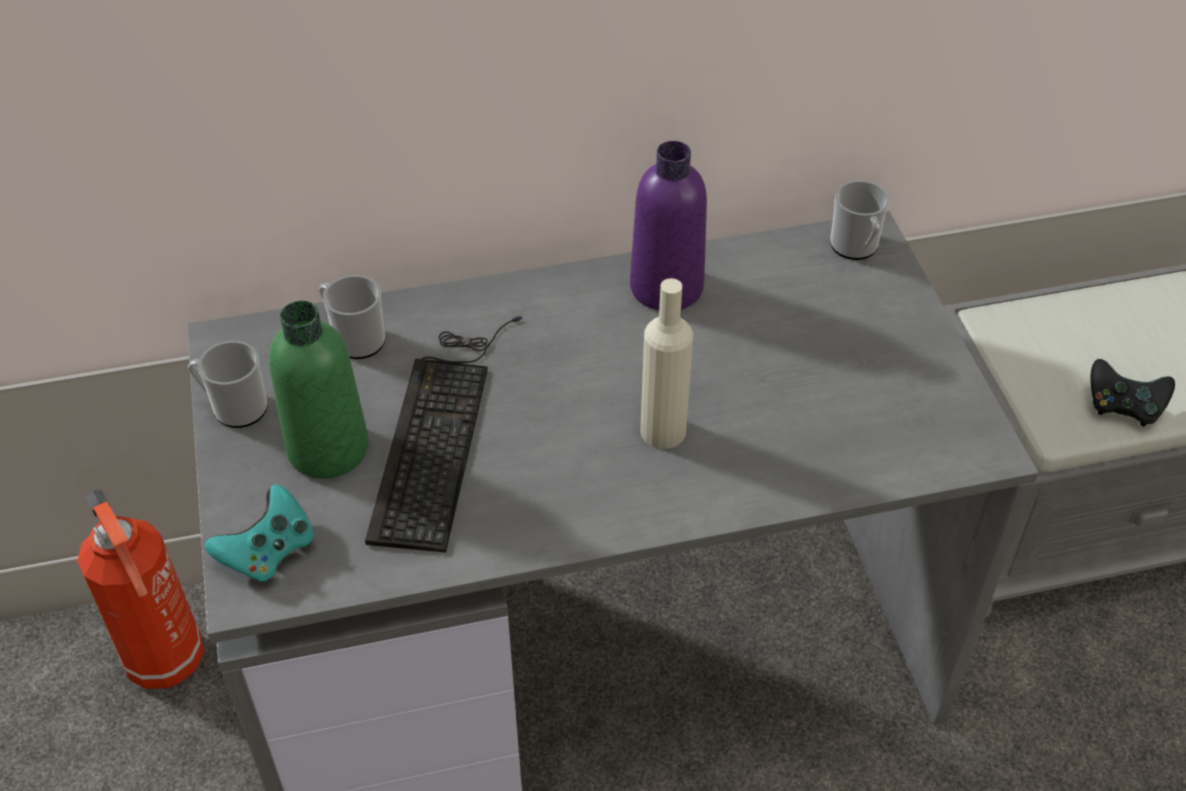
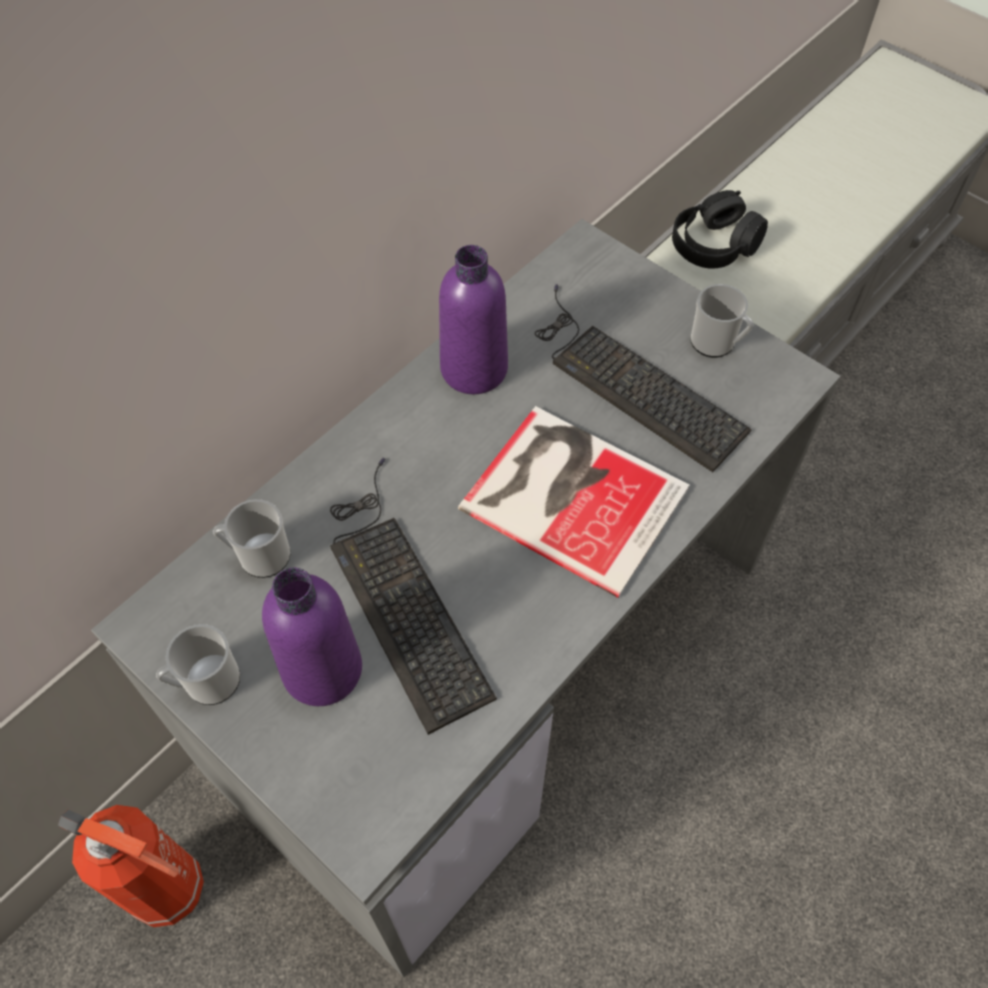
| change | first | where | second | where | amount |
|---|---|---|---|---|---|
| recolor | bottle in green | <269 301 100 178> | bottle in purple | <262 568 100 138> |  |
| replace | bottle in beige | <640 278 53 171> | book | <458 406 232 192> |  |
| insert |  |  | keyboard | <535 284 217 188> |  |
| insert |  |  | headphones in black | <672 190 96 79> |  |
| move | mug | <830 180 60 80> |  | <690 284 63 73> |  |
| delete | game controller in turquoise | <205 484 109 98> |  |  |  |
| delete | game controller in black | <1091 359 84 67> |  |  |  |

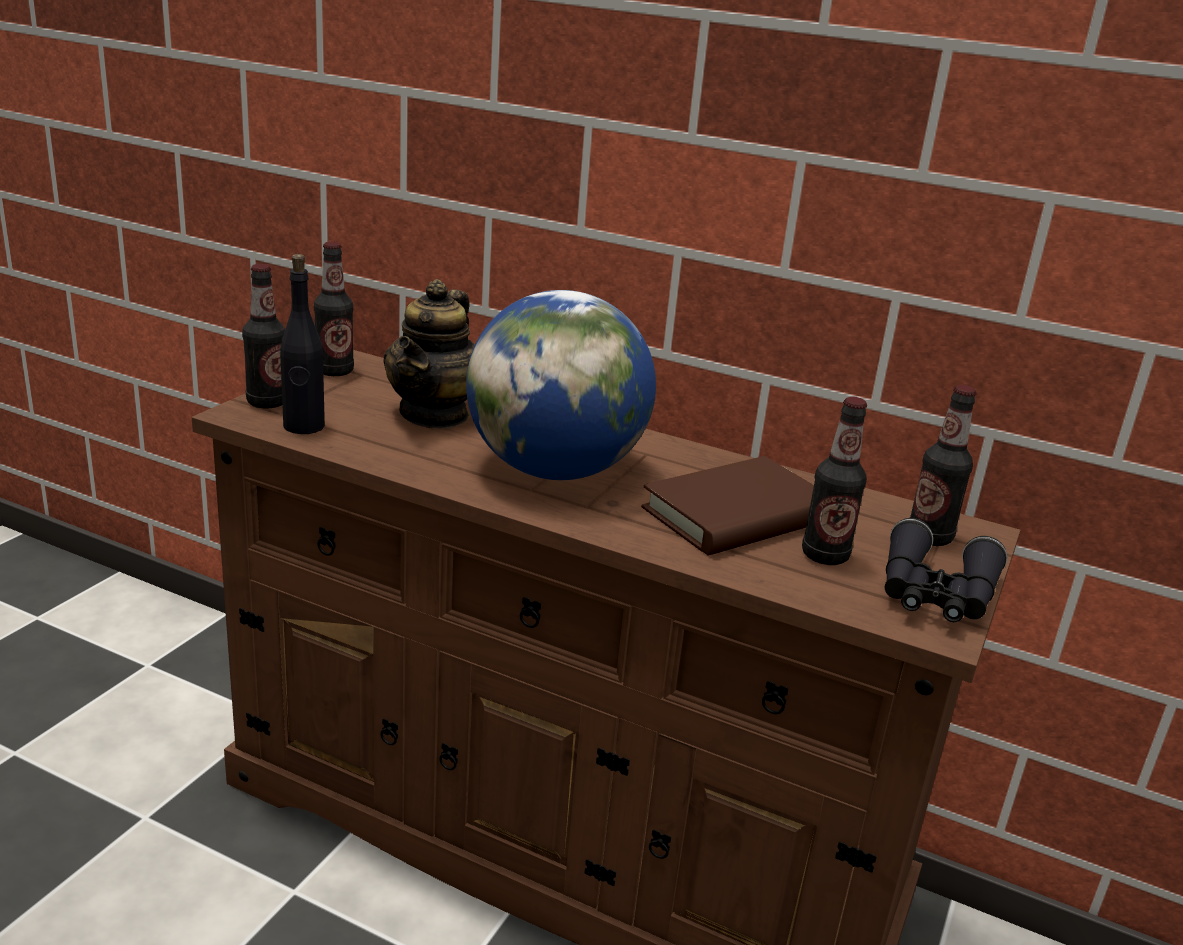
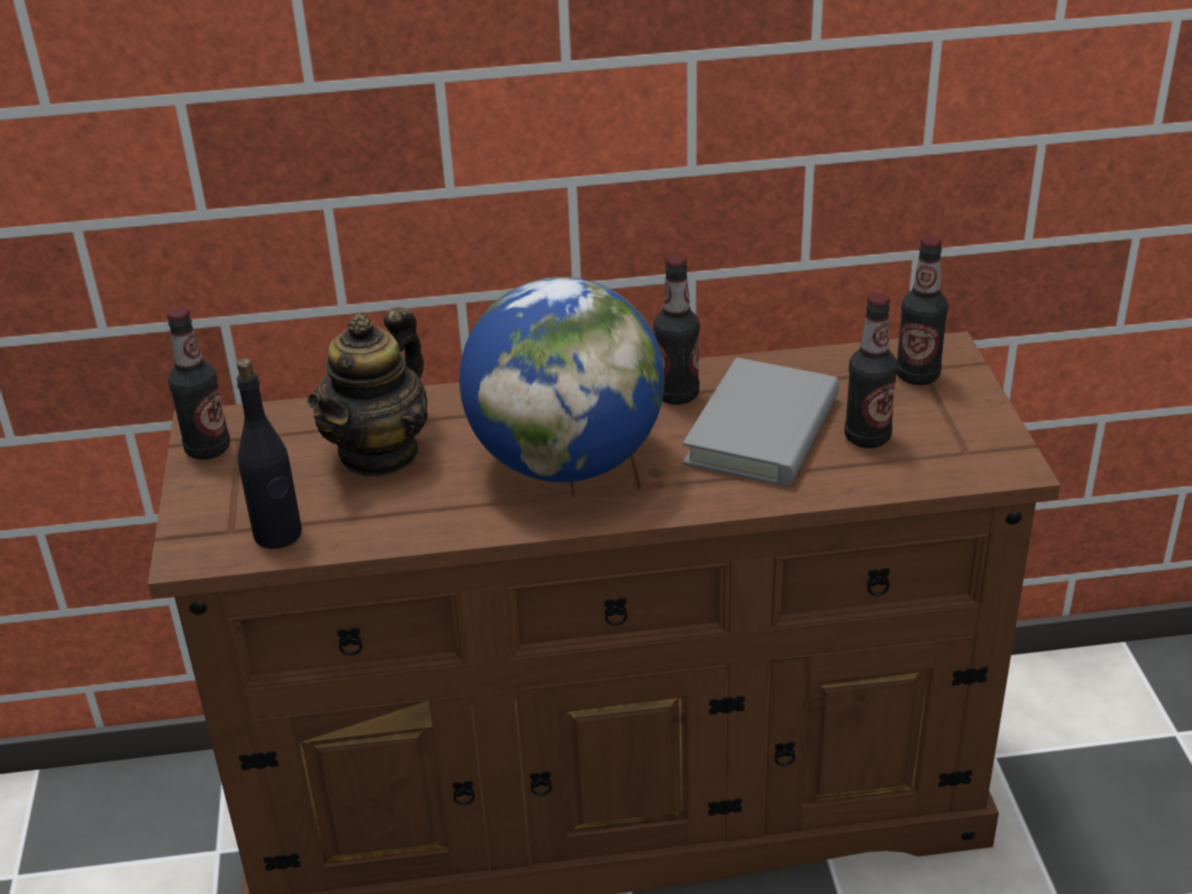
| change | first | where | second | where | amount |
|---|---|---|---|---|---|
| rotate | teapot | <383 279 92 150> |  | <307 307 121 170> | 45 degrees clockwise |
| move | bottle | <242 264 43 144> |  | <653 254 47 151> |  |
| recolor | book in brown | <641 456 173 99> | book in grey | <683 358 156 129> |  |
| delete | binoculars in black | <885 518 122 104> |  |  |  |

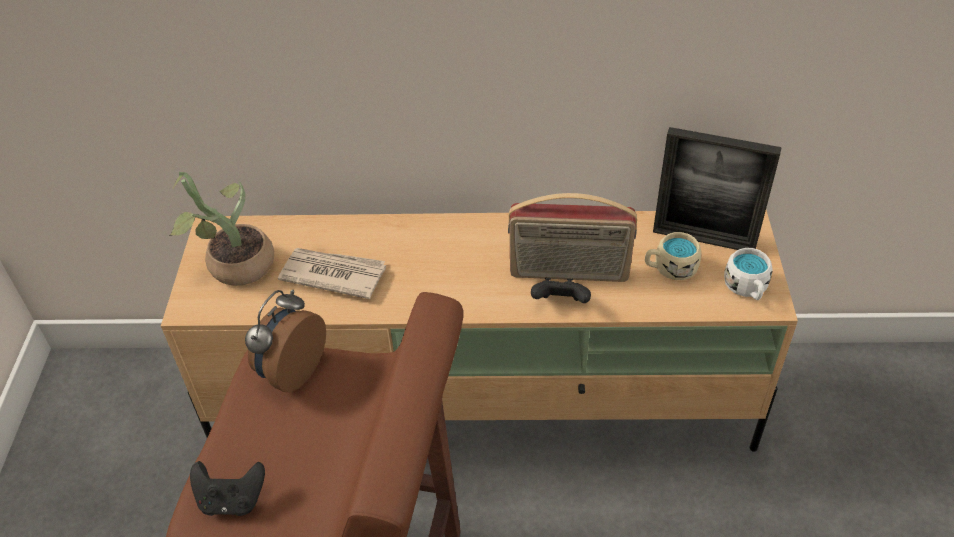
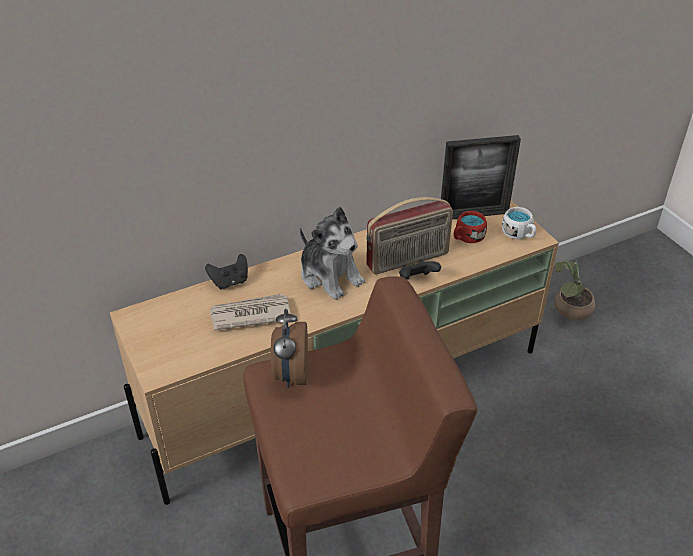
| change | first | where | second | where | amount |
|---|---|---|---|---|---|
| move | game controller in black | <190 461 75 55> |  | <205 254 43 35> |  |
| insert |  |  | plush toy | <300 206 65 94> |  |
| recolor | mug in beige | <645 232 56 48> | mug in red | <454 211 33 32> |  |
| move | potted plant | <169 172 105 114> |  | <554 260 41 60> |  |

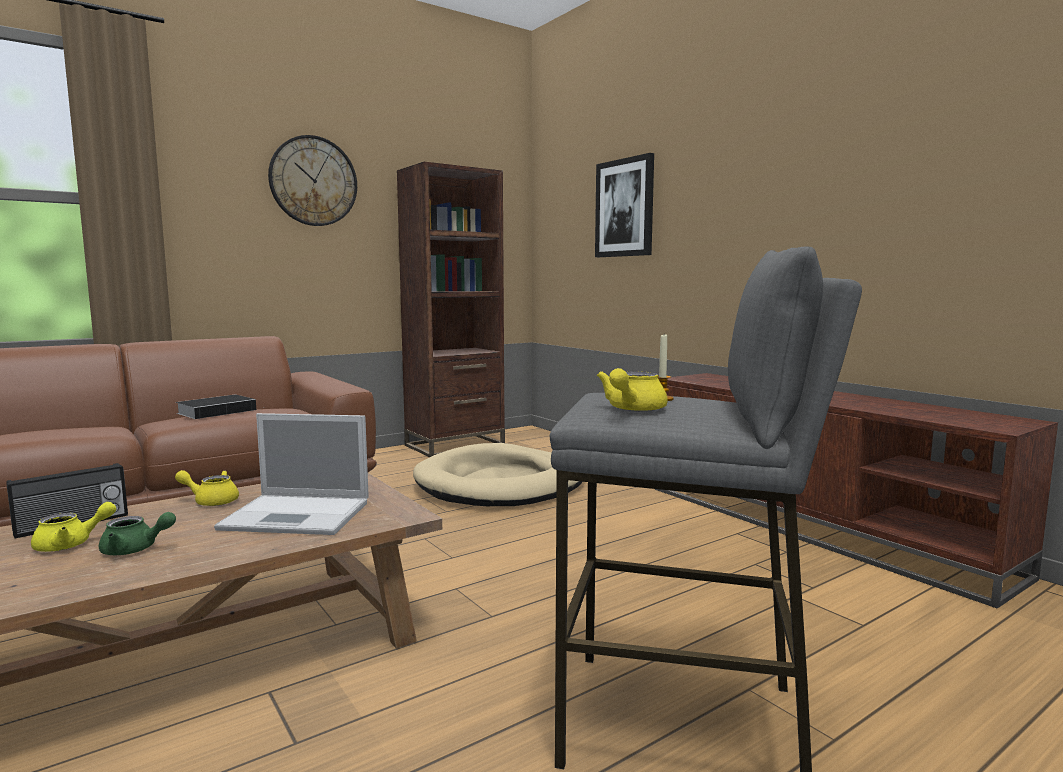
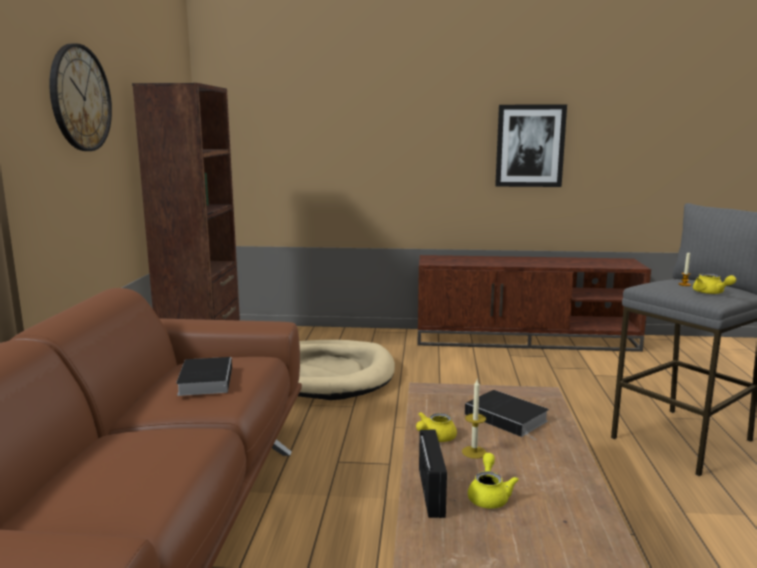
| change | first | where | second | where | amount |
|---|---|---|---|---|---|
| insert |  |  | candle | <462 380 24 79> |  |
| replace | laptop | <214 413 155 122> | book | <465 390 84 50> |  |
| move | picture | <595 153 59 104> |  | <495 104 72 83> |  |
| delete | teapot in green | <99 512 77 43> |  |  |  |

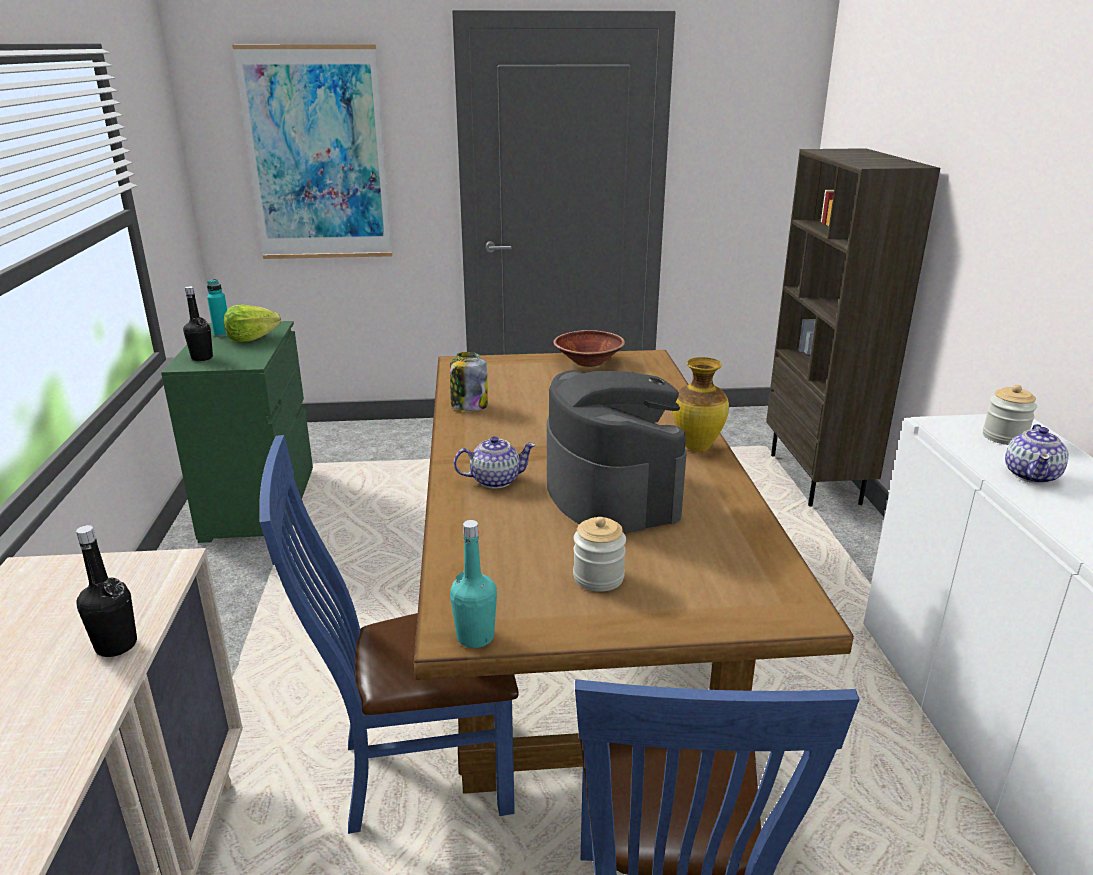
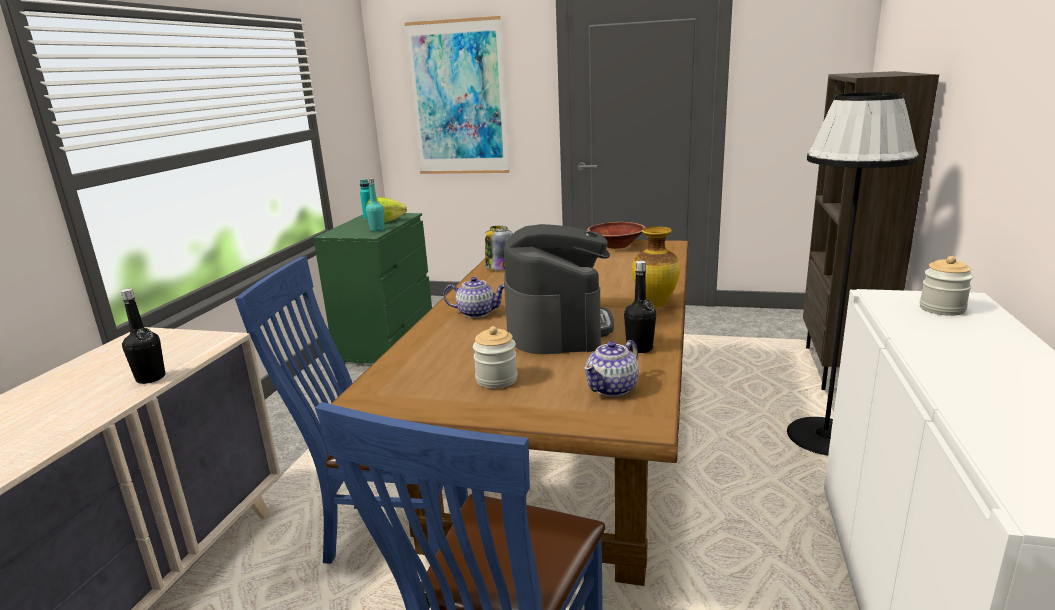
| change | first | where | second | where | amount |
|---|---|---|---|---|---|
| move | bottle in turquoise | <450 520 47 128> |  | <366 178 19 53> |  |
| move | teapot | <1005 424 64 60> |  | <584 340 55 57> |  |
| move | bottle in black | <183 286 30 75> |  | <624 261 32 92> |  |
| insert |  |  | floor lamp in black | <787 92 132 364> |  |

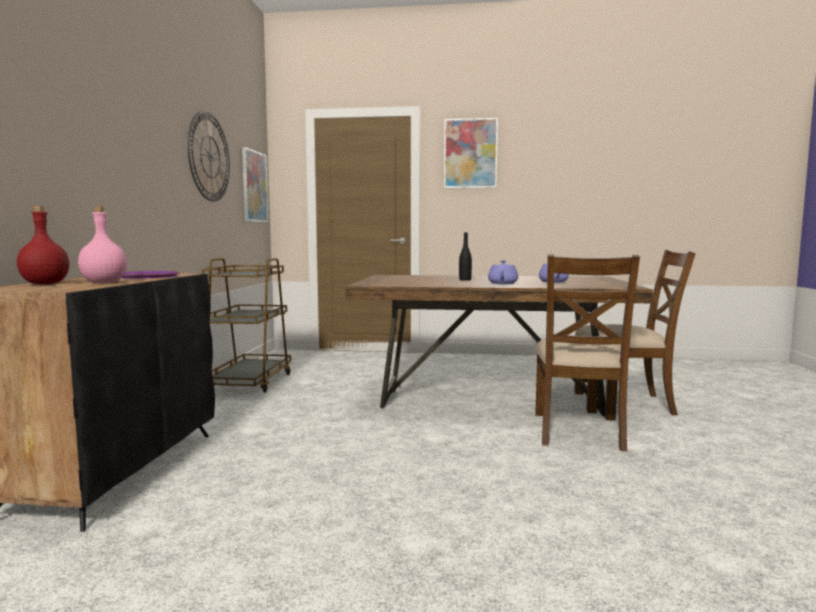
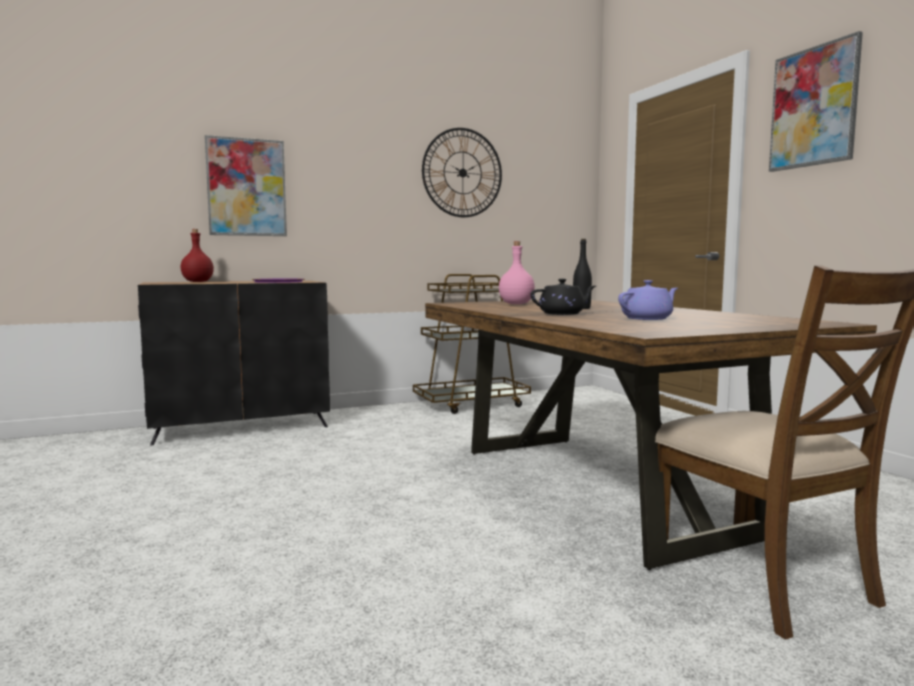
| change | first | where | second | where | amount |
|---|---|---|---|---|---|
| move | picture | <242 147 26 75> |  | <205 135 82 101> |  |
| move | bottle in pink | <78 206 49 77> |  | <499 241 36 63> |  |
| recolor | teapot in purple | <488 260 30 24> | teapot in black | <531 279 65 36> |  |
| delete | chair in brown | <535 254 105 197> |  |  |  |

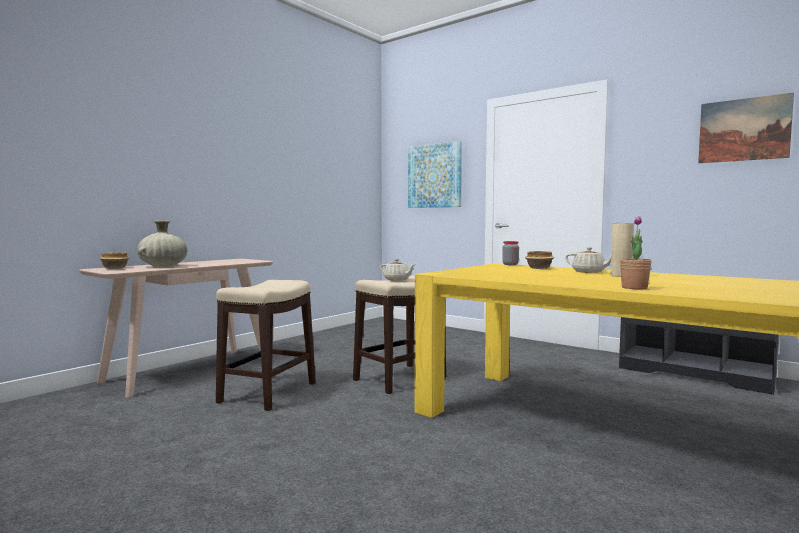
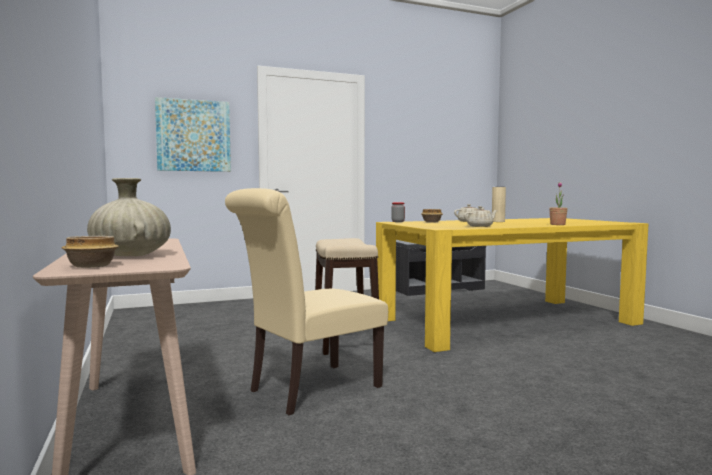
| change | first | where | second | where | amount |
|---|---|---|---|---|---|
| replace | stool | <216 280 100 131> | chair in beige | <225 188 163 227> |  |
| move | teapot in beige | <380 259 36 22> |  | <464 206 34 21> |  |
| delete | picture | <698 93 96 70> |  |  |  |

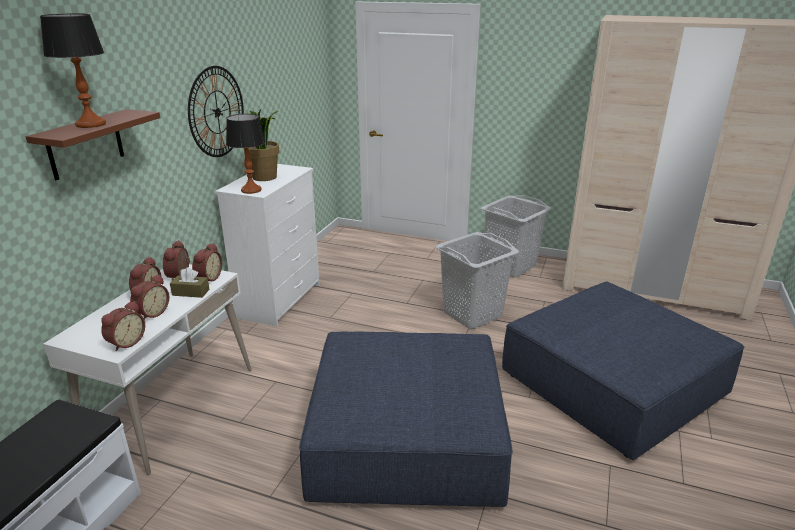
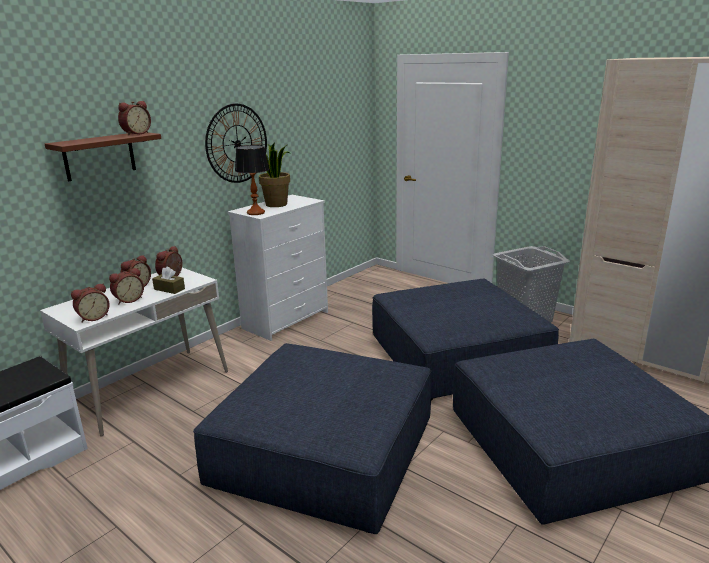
| change | first | where | second | where | amount |
|---|---|---|---|---|---|
| move | alarm clock | <192 243 30 38> |  | <118 101 33 35> |  |
| replace | laundry basket in grey | <435 232 84 97> | ottoman in blue | <372 279 187 122> |  |
| delete | table lamp | <40 13 66 115> |  |  |  |

